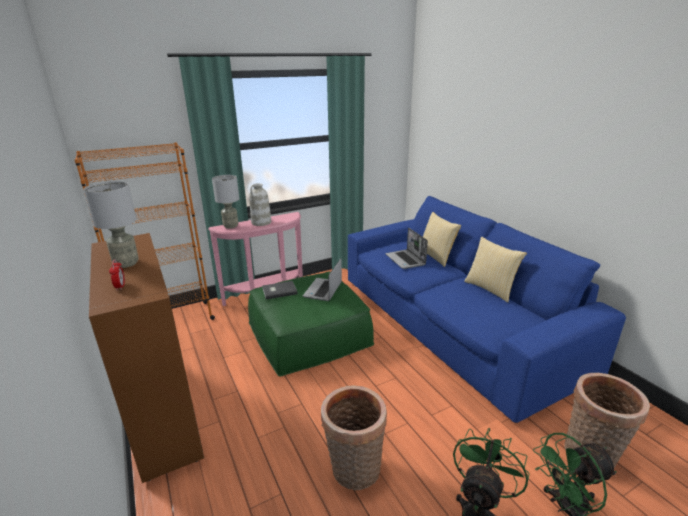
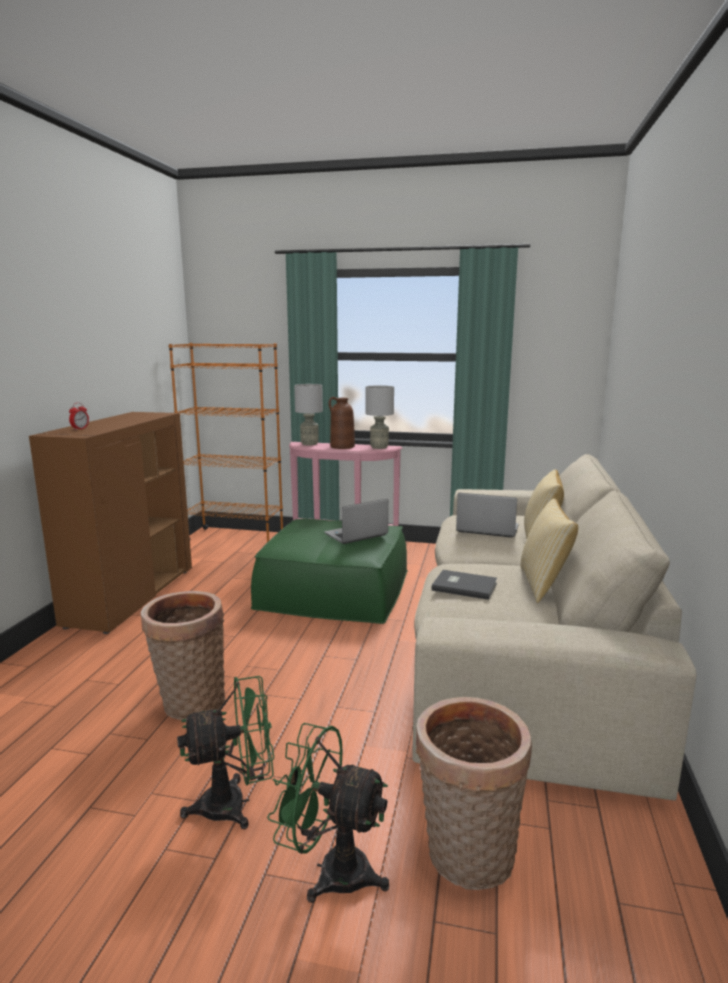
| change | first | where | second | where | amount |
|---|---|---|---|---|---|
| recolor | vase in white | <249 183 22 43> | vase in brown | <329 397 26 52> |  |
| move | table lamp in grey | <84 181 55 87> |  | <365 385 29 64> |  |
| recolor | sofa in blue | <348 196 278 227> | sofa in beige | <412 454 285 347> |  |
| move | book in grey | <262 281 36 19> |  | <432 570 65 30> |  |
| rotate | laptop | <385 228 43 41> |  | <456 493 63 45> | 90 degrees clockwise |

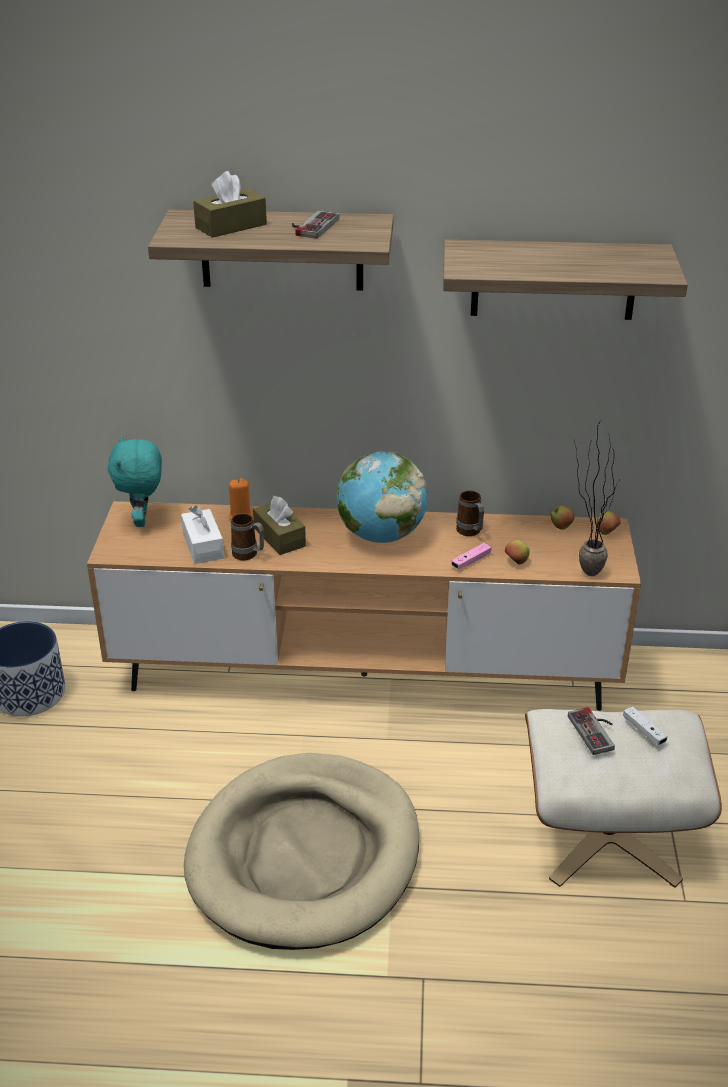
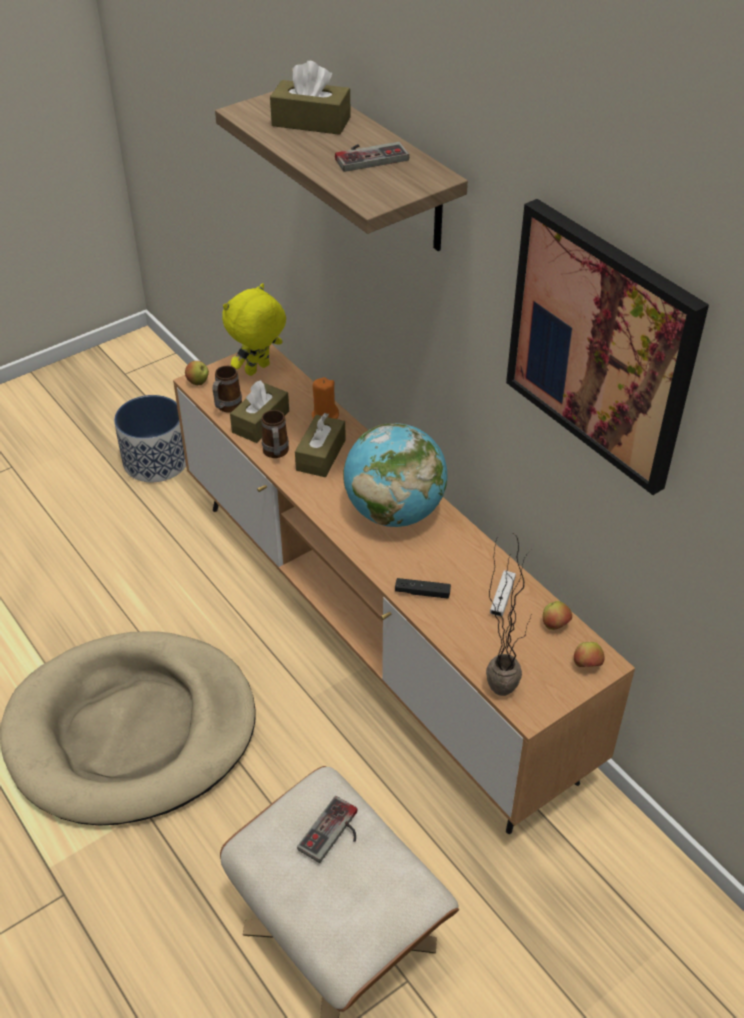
| change | first | where | second | where | amount |
|---|---|---|---|---|---|
| move | apple | <505 540 25 25> |  | <185 361 24 24> |  |
| move | mug | <456 490 28 46> |  | <212 366 30 47> |  |
| recolor | plush toy in turquoise | <108 436 54 91> | plush toy in yellow | <222 283 64 93> |  |
| recolor | tissue box in white | <181 505 43 59> | tissue box in brown | <230 380 59 63> |  |
| recolor | game controller in pink | <451 543 40 26> | game controller in black | <395 578 56 21> |  |
| move | game controller in white | <623 706 45 39> |  | <490 571 26 45> |  |
| replace | shelf | <443 240 245 80> | picture | <506 199 203 296> |  |

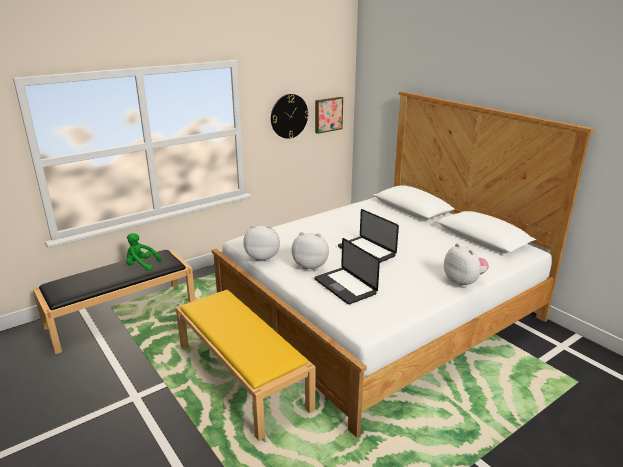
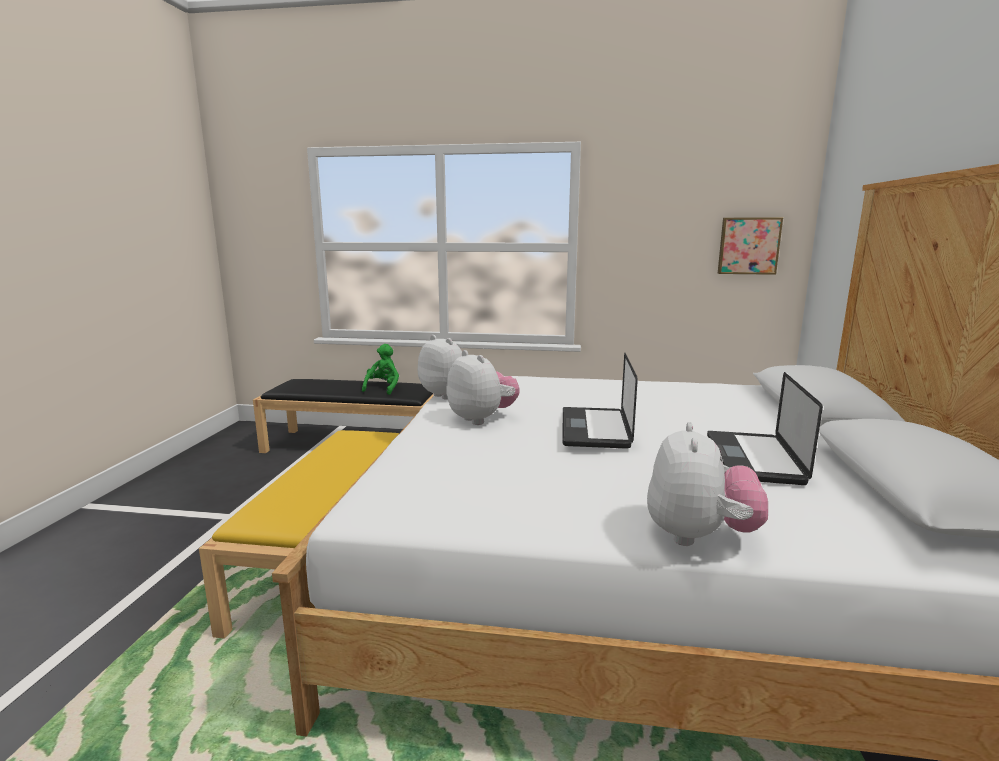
| change | first | where | second | where | amount |
|---|---|---|---|---|---|
| rotate | plush toy in green | <126 233 36 38> |  | <362 344 37 51> | 45 degrees clockwise |
| move | laptop | <315 238 65 67> |  | <707 372 116 113> |  |
| delete | wall clock | <271 94 38 45> |  |  |  |

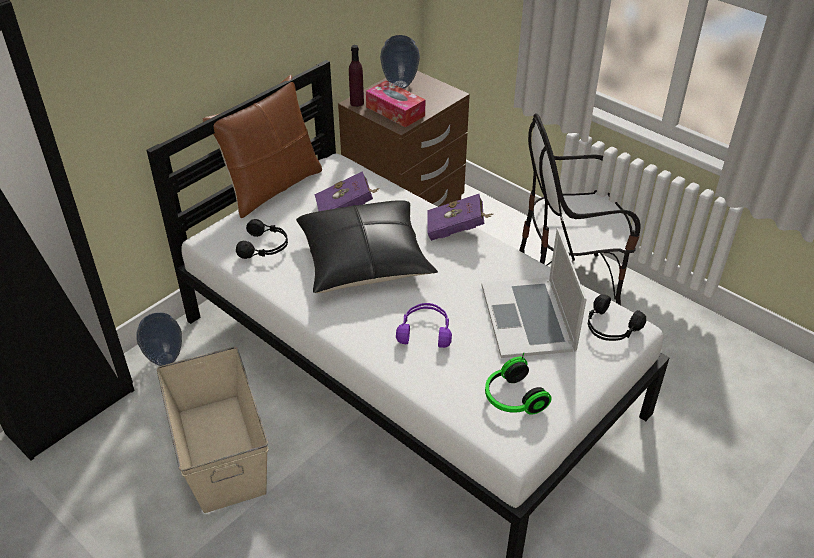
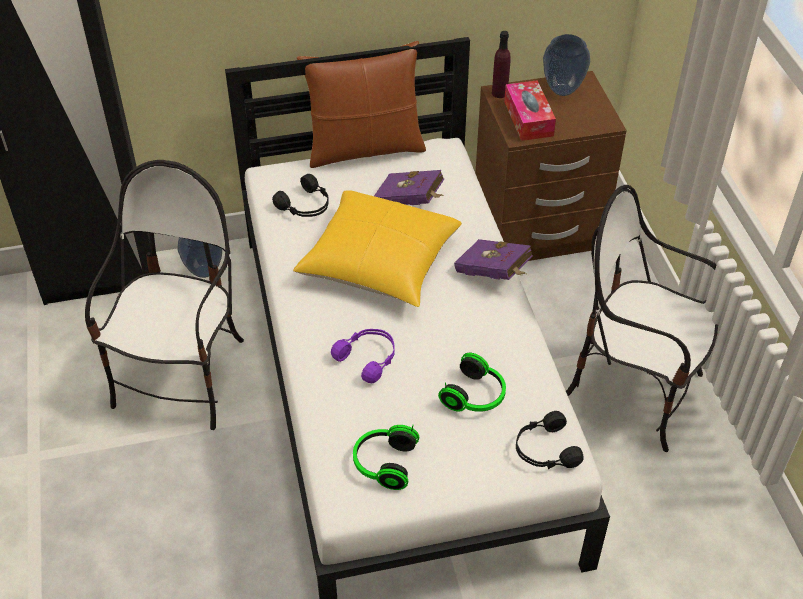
| change | first | where | second | where | amount |
|---|---|---|---|---|---|
| replace | storage box in beige | <157 347 111 166> | chair | <85 160 159 270> |  |
| recolor | pillow in black | <296 200 142 93> | pillow in yellow | <293 190 169 117> |  |
| replace | laptop | <482 228 105 130> | headphones | <438 353 68 59> |  |

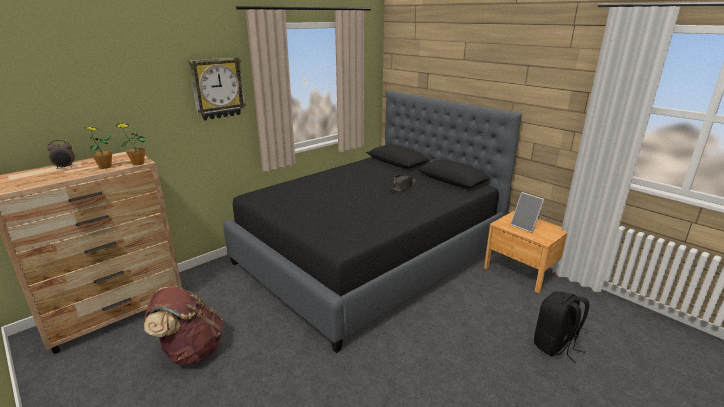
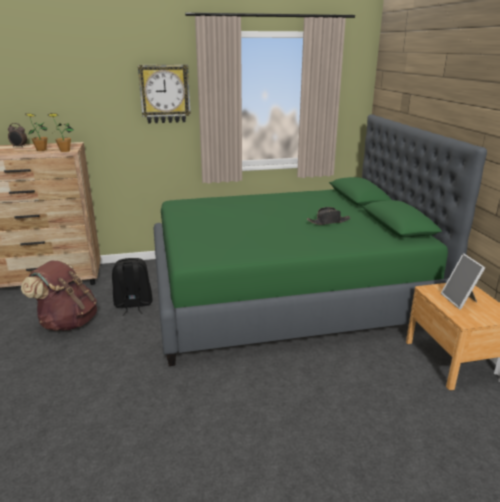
| change | first | where | second | where | amount |
|---|---|---|---|---|---|
| move | backpack in black | <534 291 55 72> |  | <112 258 40 57> |  |
| recolor | bed in black | <223 91 299 262> | bed in green | <154 114 333 252> |  |

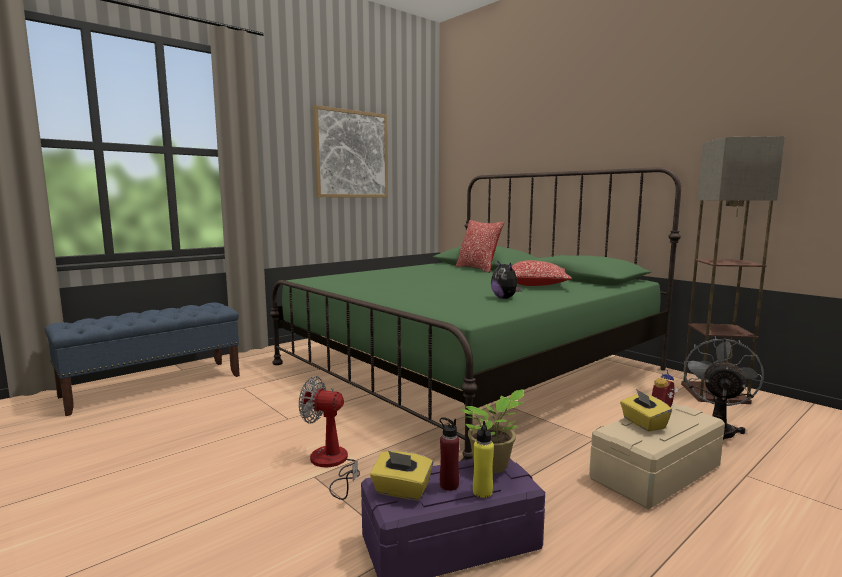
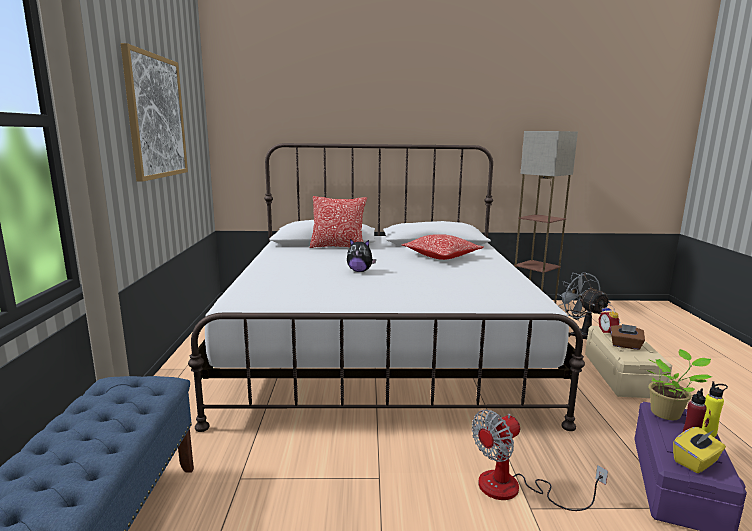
| change | first | where | second | where | amount |
|---|---|---|---|---|---|
| recolor | bed in green | <270 167 411 294> | bed in white | <188 143 397 289> |  |
| move | plush toy | <491 261 31 38> |  | <347 239 29 33> |  |
| recolor | tissue box in yellow | <620 389 52 43> | tissue box in brown | <610 324 35 26> |  |

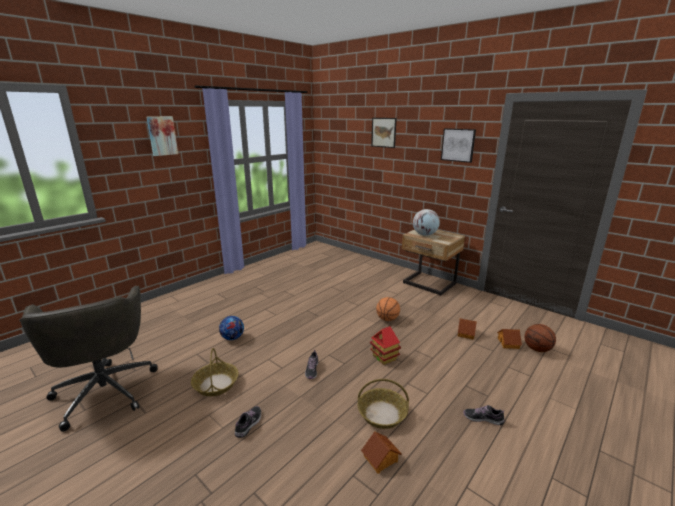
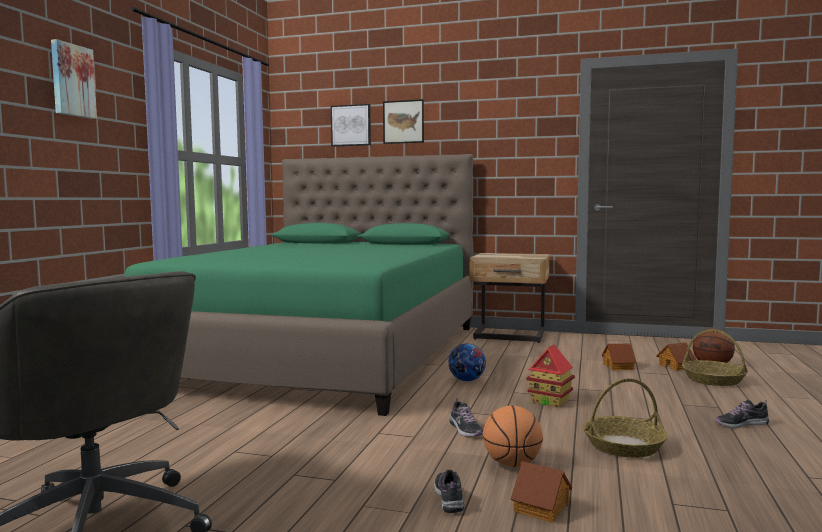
| change | first | where | second | where | amount |
|---|---|---|---|---|---|
| insert |  |  | bed in green | <125 154 349 262> |  |
| move | picture | <441 128 35 35> |  | <331 104 40 42> |  |
| move | football | <219 316 25 24> |  | <448 344 38 37> |  |
| move | basketball | <376 297 24 24> |  | <483 405 60 62> |  |
| move | toy house | <361 431 41 43> |  | <511 461 61 62> |  |
| move | basket | <191 348 47 48> |  | <682 330 66 56> |  |
| delete | globe | <413 209 27 27> |  |  |  |

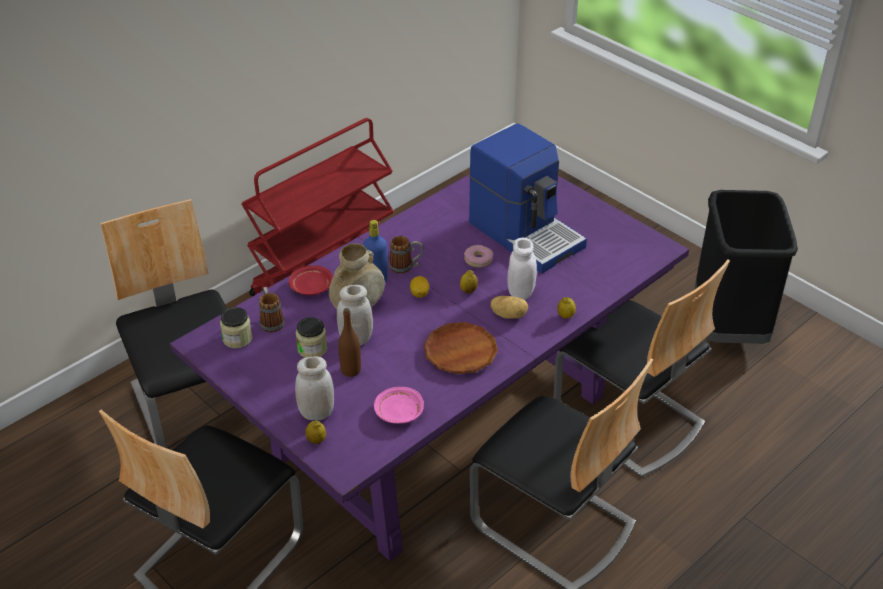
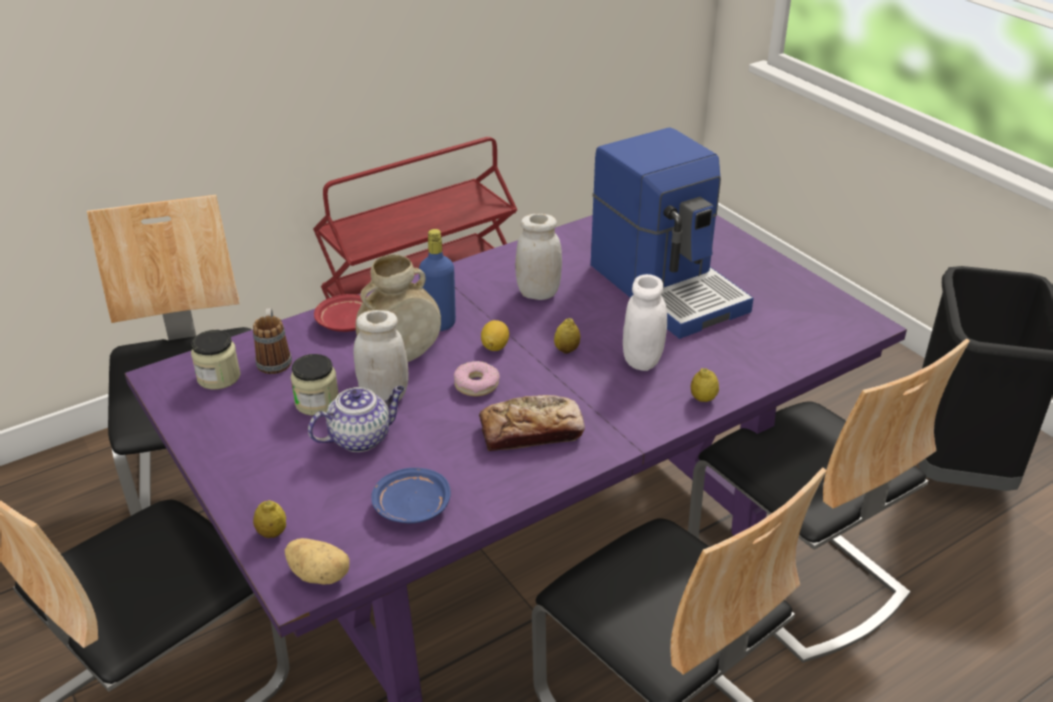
| change | first | where | second | where | amount |
|---|---|---|---|---|---|
| move | potato | <491 296 37 23> |  | <285 538 65 47> |  |
| replace | bottle in brown | <338 308 23 69> | teapot | <308 386 97 66> |  |
| recolor | plate in pink | <374 387 50 37> | plate in blue | <371 468 80 55> |  |
| move | donut | <464 245 29 23> |  | <454 361 46 35> |  |
| replace | plate in brown | <424 322 74 52> | bread | <479 395 106 56> |  |
| move | jar in white | <295 356 39 64> |  | <515 214 47 86> |  |
| delete | mug | <389 236 34 38> |  |  |  |

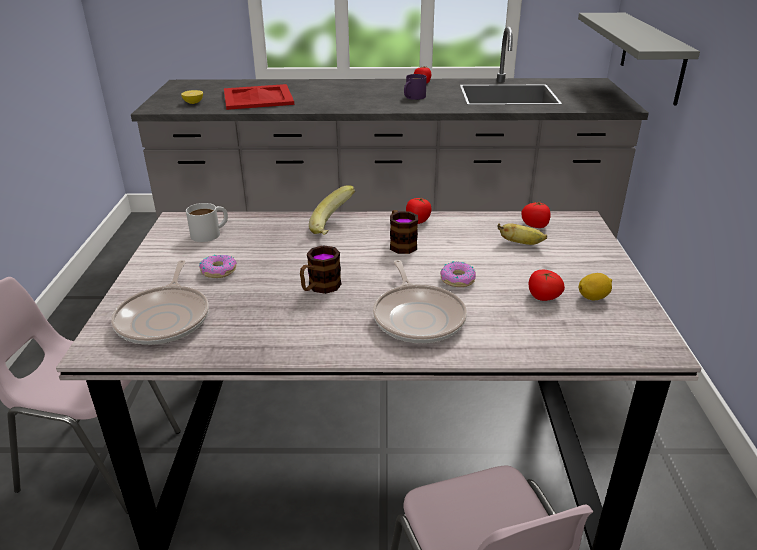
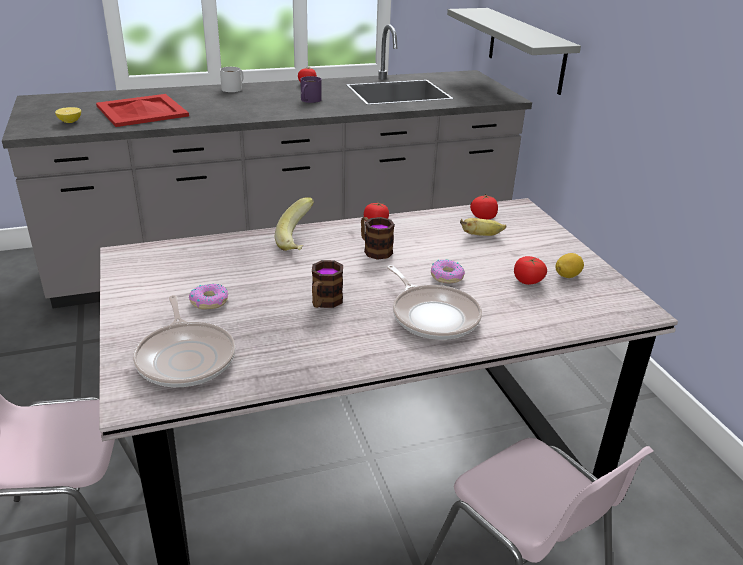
| change | first | where | second | where | amount |
|---|---|---|---|---|---|
| move | mug in white | <186 203 42 39> |  | <220 67 23 25> |  |

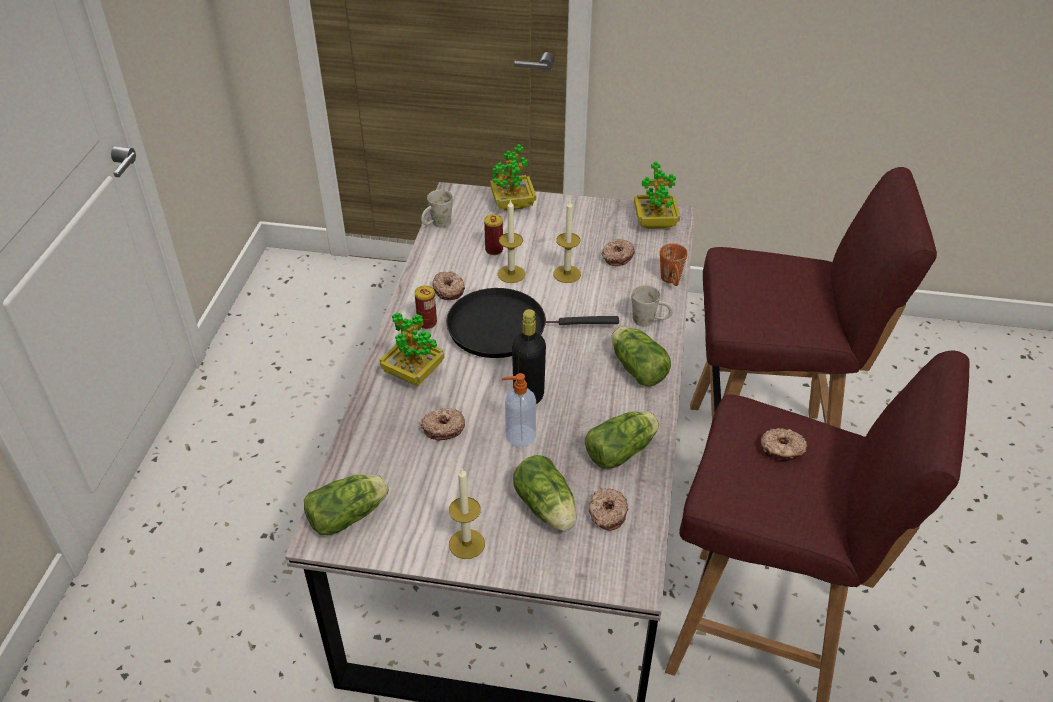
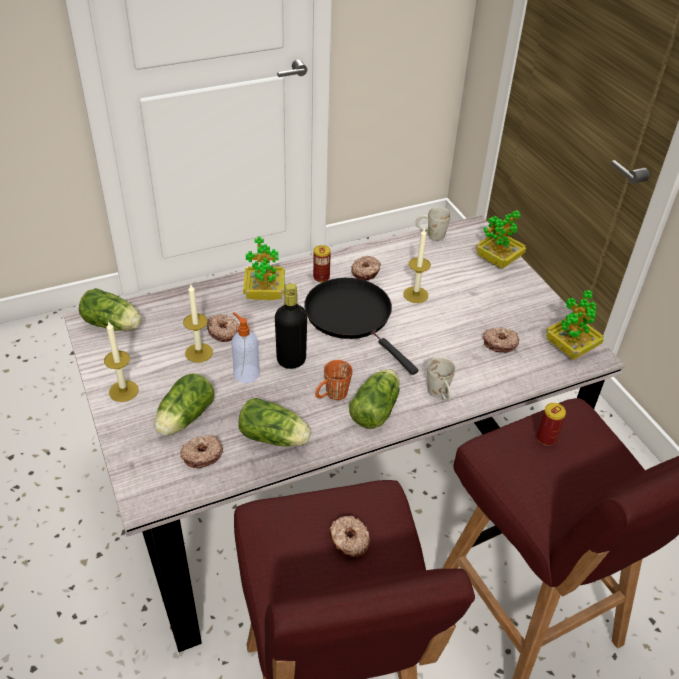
| change | first | where | second | where | amount |
|---|---|---|---|---|---|
| move | candle | <553 200 28 83> |  | <183 285 30 78> |  |
| move | mug in orange | <660 243 28 43> |  | <315 360 37 40> |  |
| move | can | <484 214 19 41> |  | <537 403 29 43> |  |

